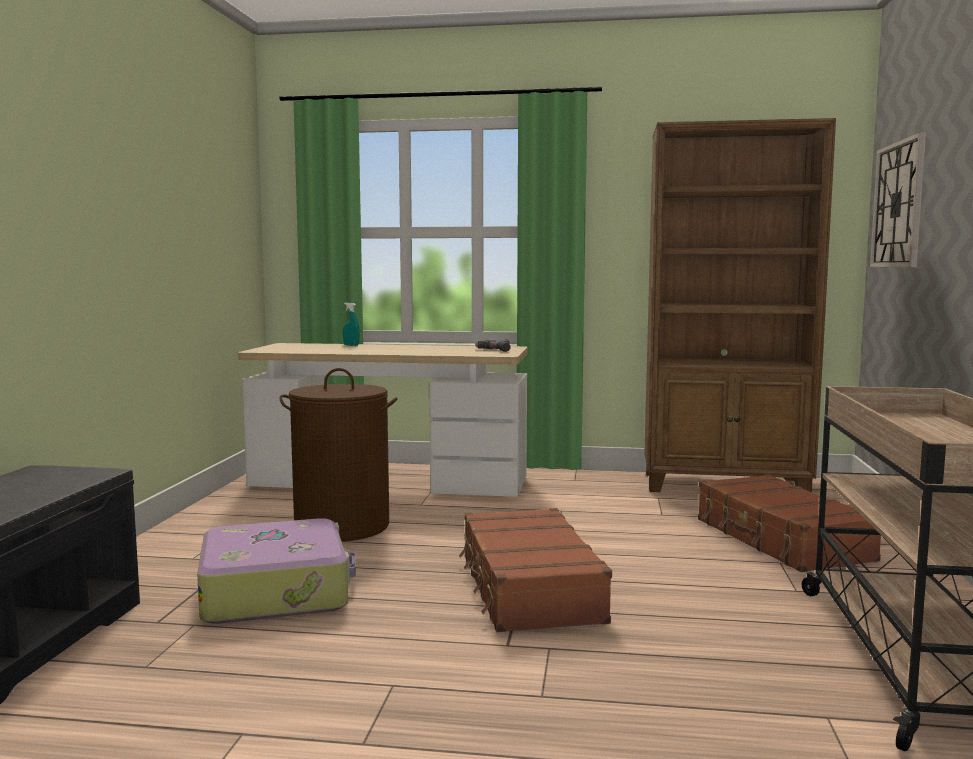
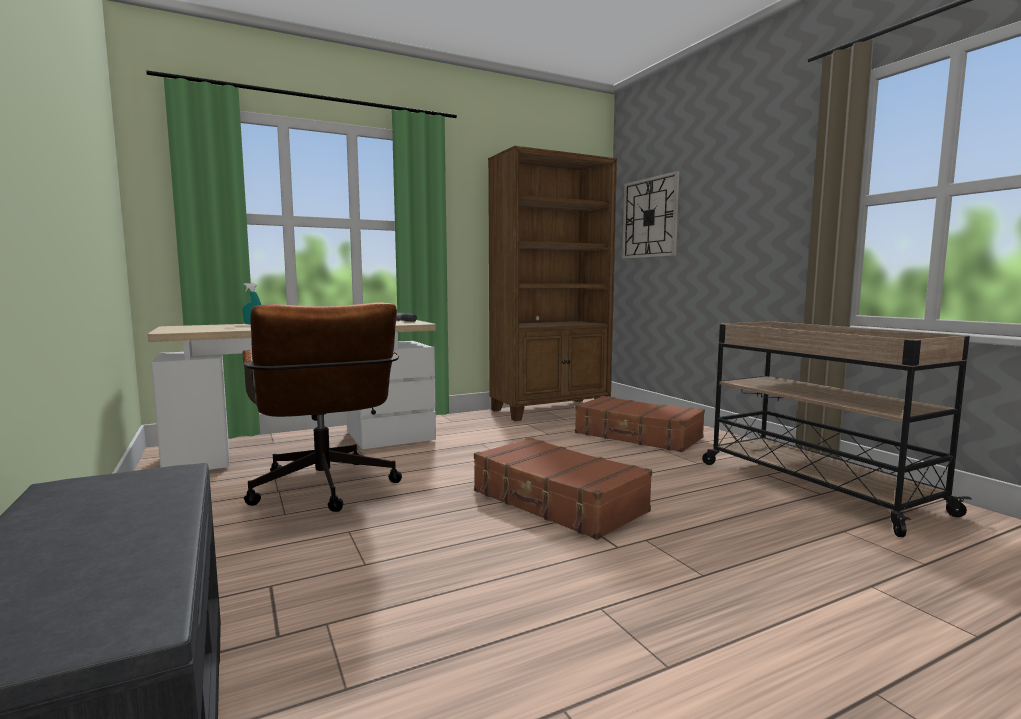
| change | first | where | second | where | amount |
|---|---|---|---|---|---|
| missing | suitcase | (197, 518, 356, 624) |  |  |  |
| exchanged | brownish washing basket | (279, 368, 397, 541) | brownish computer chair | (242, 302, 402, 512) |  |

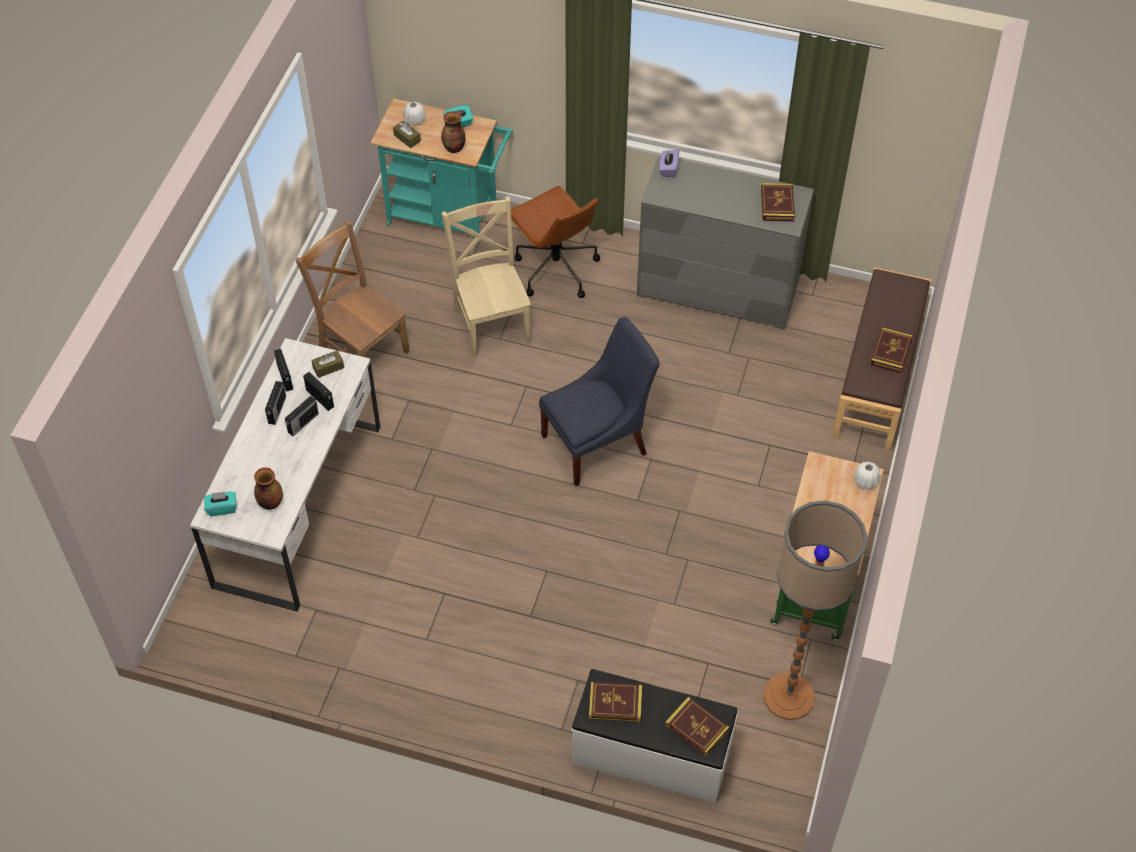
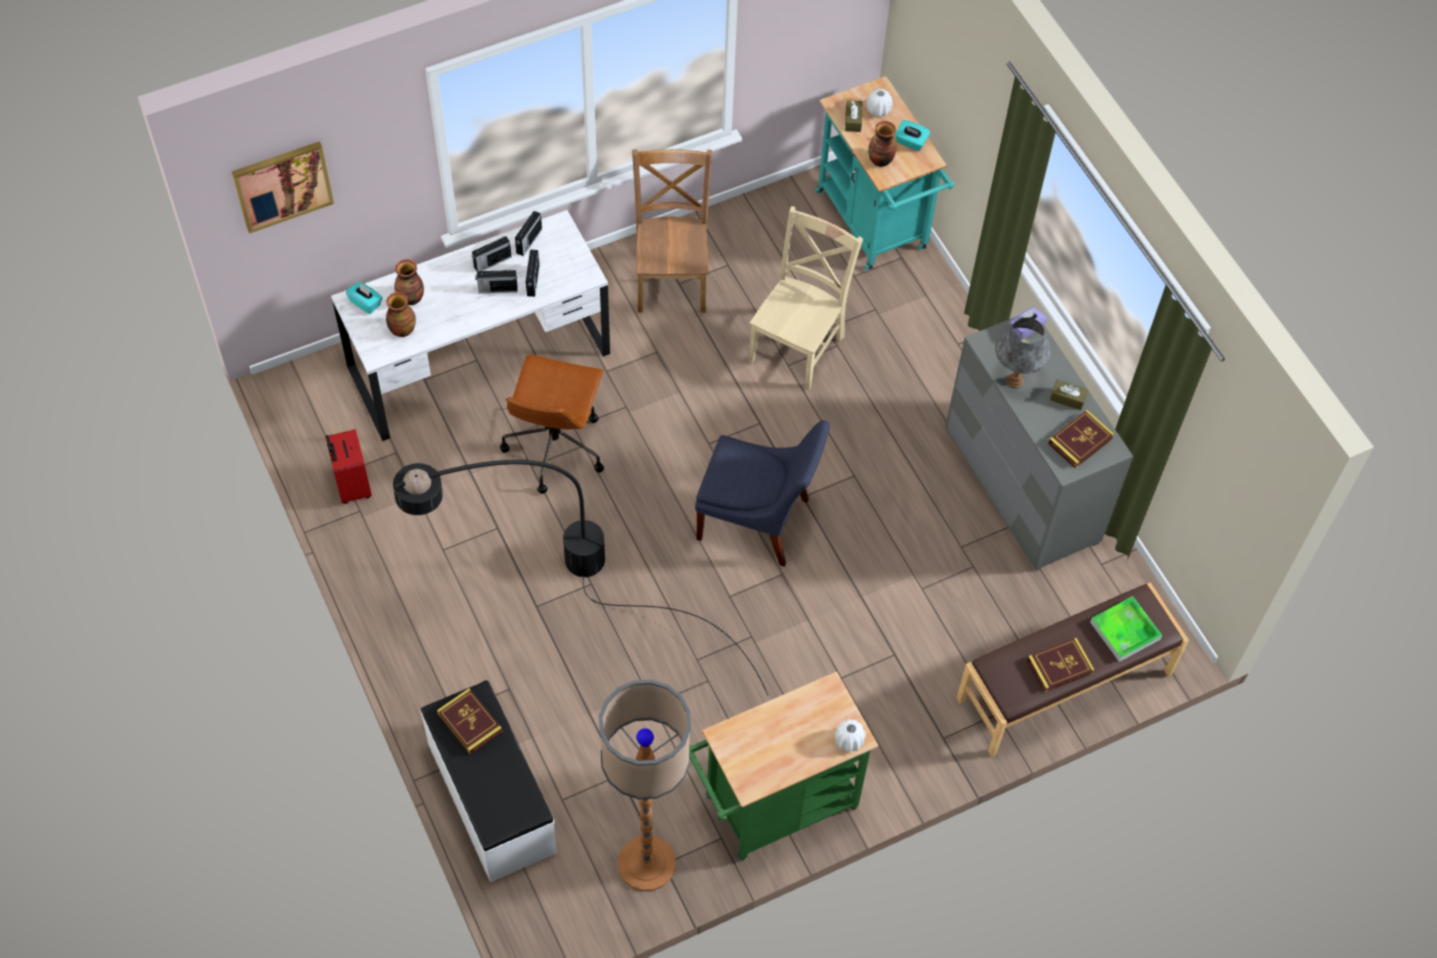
| change | first | where | second | where | amount |
|---|---|---|---|---|---|
| missing | book | (665, 697, 729, 757) |  |  |  |
| appeared |  |  | wall picture | (232, 141, 334, 234) |  |
| appeared |  |  | red suitcase | (325, 429, 372, 504) |  |
| appeared |  |  | black-coloured standing lamp | (393, 460, 768, 696) |  |
| appeared |  |  | decorative vase | (394, 259, 424, 305) |  |
| appeared |  |  | gray tabletop lamp | (995, 318, 1051, 388) |  |
| appeared |  |  | serving tray | (1090, 596, 1162, 662) |  |
| relocated | brownish box of tissues | (311, 350, 344, 378) |  | (1050, 379, 1088, 410) |  |
| relocated | brownish computer chair | (505, 186, 600, 298) |  | (500, 354, 604, 494) |  |

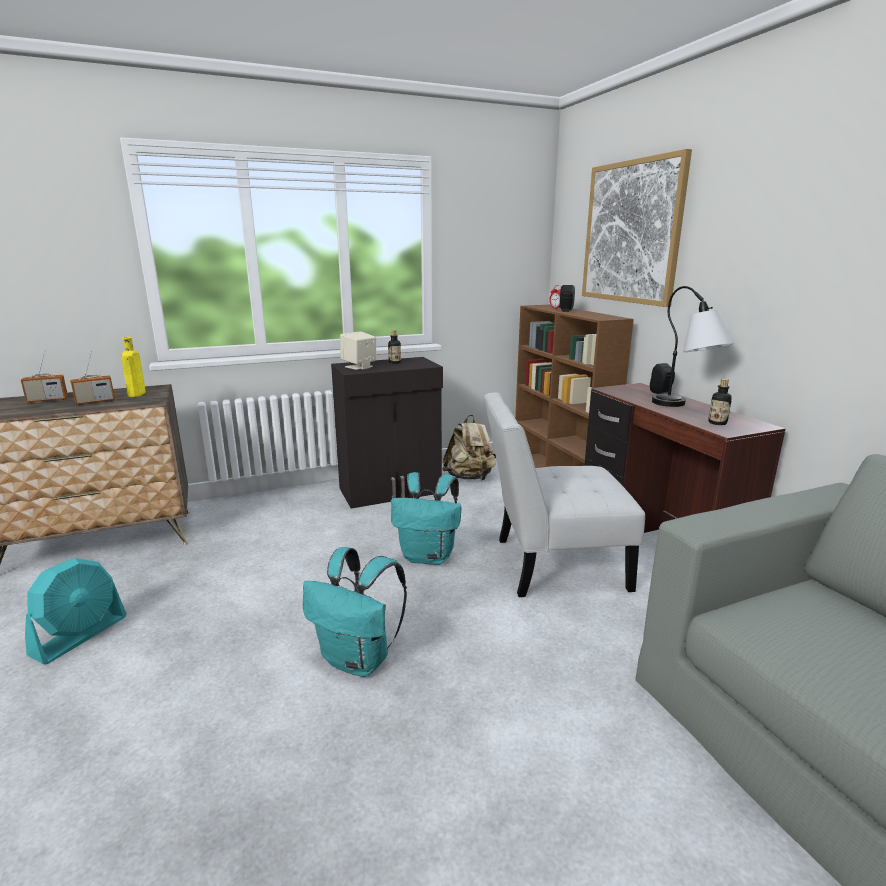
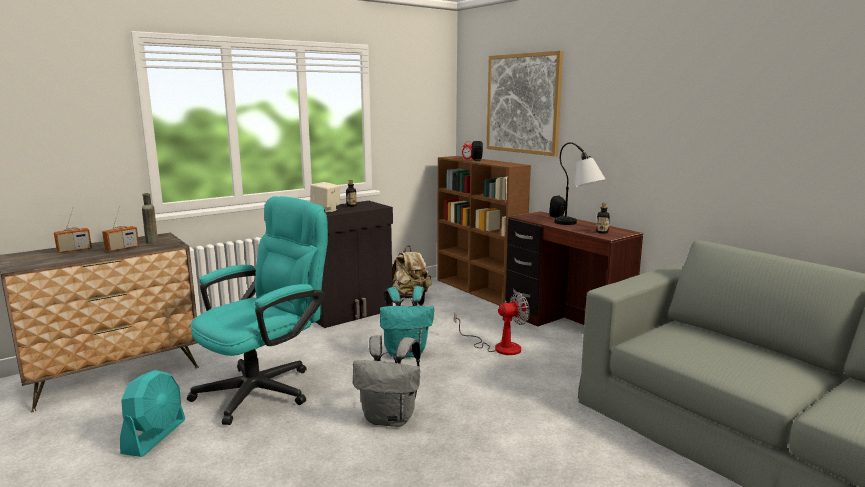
| change | first | where | second | where | amount |
|---|---|---|---|---|---|
| appeared |  |  | turquoise-coloured computer chair | (187, 196, 328, 425) |  |
| exchanged | white plain chair | (484, 392, 645, 597) | cooling fan | (454, 292, 529, 355) |  |
| colour | yellowish drink bottle | (121, 337, 146, 397) | brownish drink bottle | (142, 193, 158, 244) |  |
| colour | turquoise-coloured backpack | (303, 547, 407, 677) | gray backpack | (353, 335, 421, 427) |  |

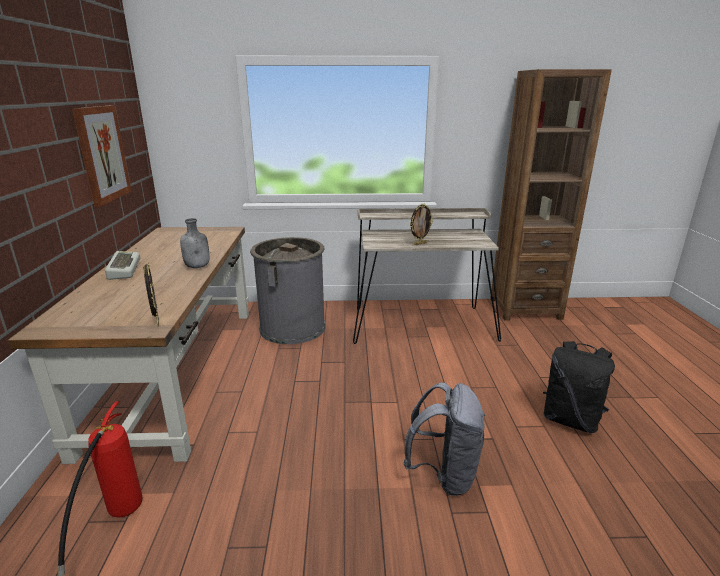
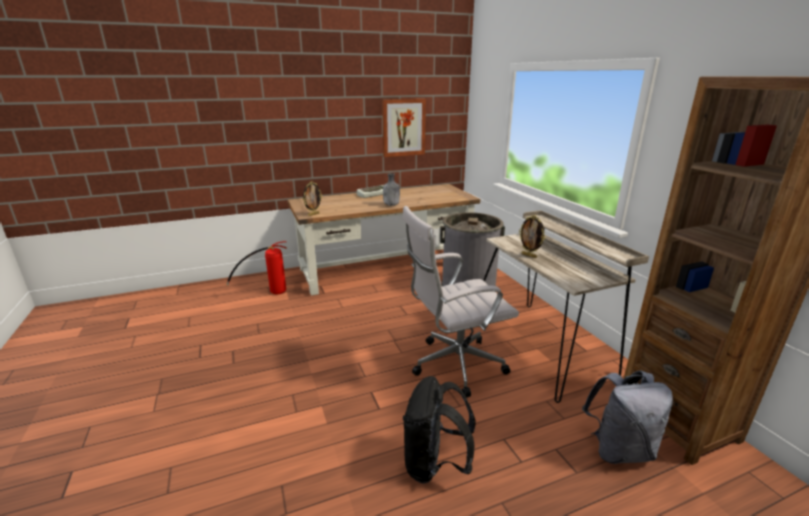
| change | first | where | second | where | amount |
|---|---|---|---|---|---|
| appeared |  |  | white computer chair | (402, 206, 519, 398) |  |
| relocated | gray backpack | (403, 383, 486, 496) |  | (582, 370, 673, 464) |  |

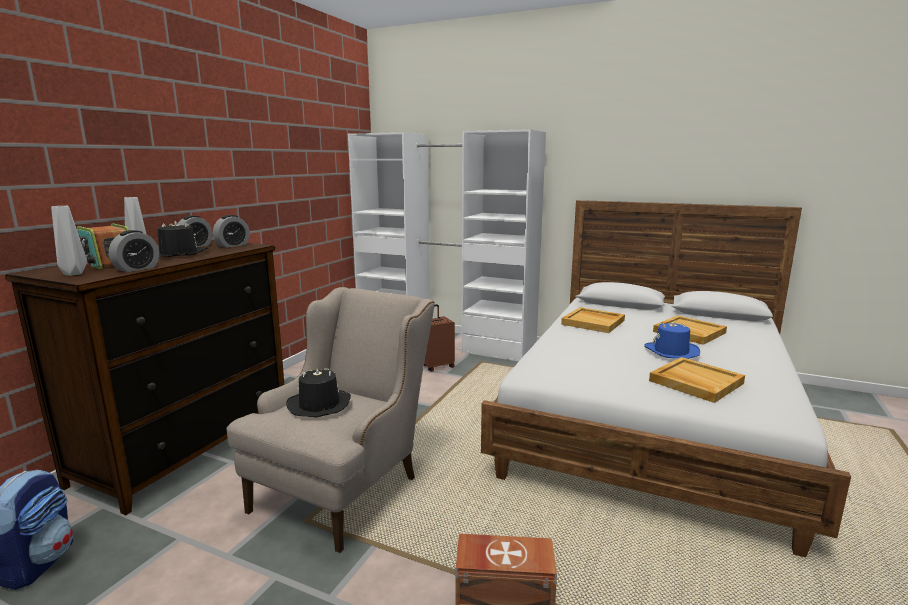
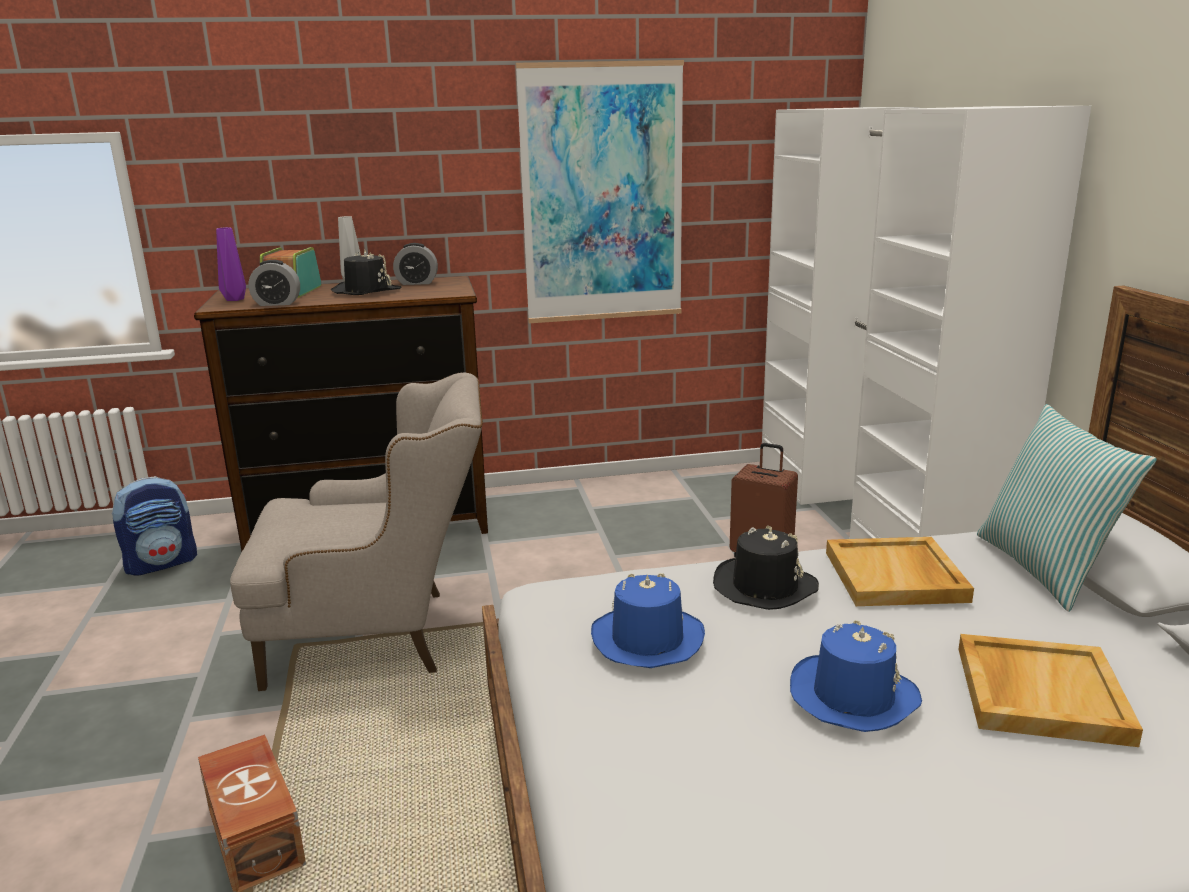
| change | first | where | second | where | amount |
|---|---|---|---|---|---|
| missing | alarm clock | (213, 215, 250, 248) |  |  |  |
| missing | beige-coloured serving tray | (649, 357, 745, 403) |  |  |  |
| appeared |  |  | wall picture | (516, 60, 684, 323) |  |
| appeared |  |  | blue-coloured clothing hat | (591, 573, 705, 668) |  |
| appeared |  |  | throw pillow | (977, 404, 1157, 612) |  |
| relocated | black-coloured clothing hat | (286, 368, 351, 417) |  | (713, 526, 819, 610) |  |
| colour | gray decorative vase | (51, 206, 87, 276) | purple decorative vase | (216, 227, 246, 301) |  |

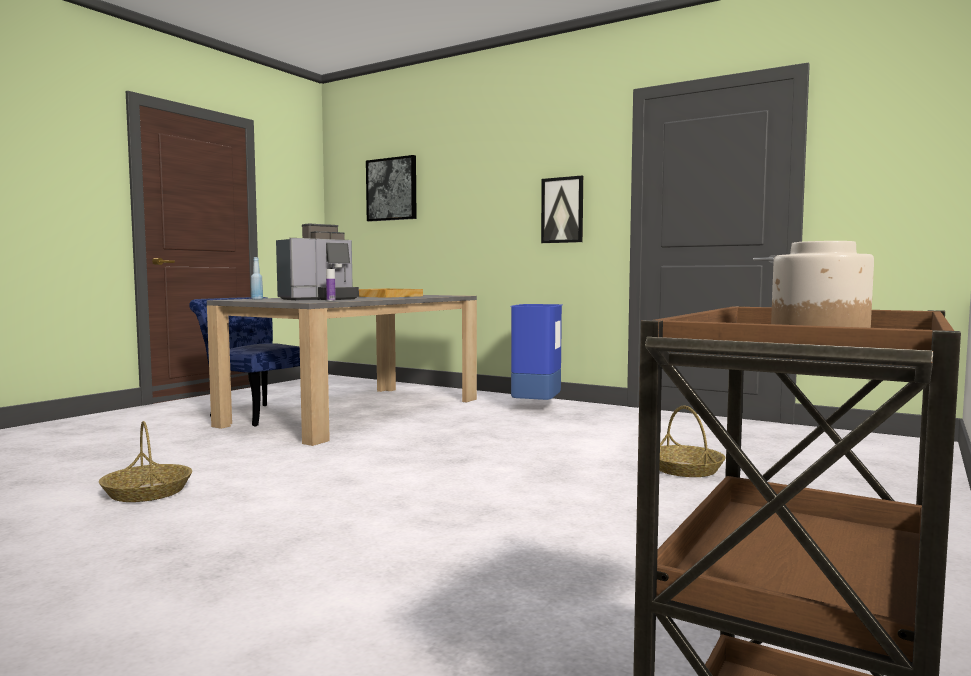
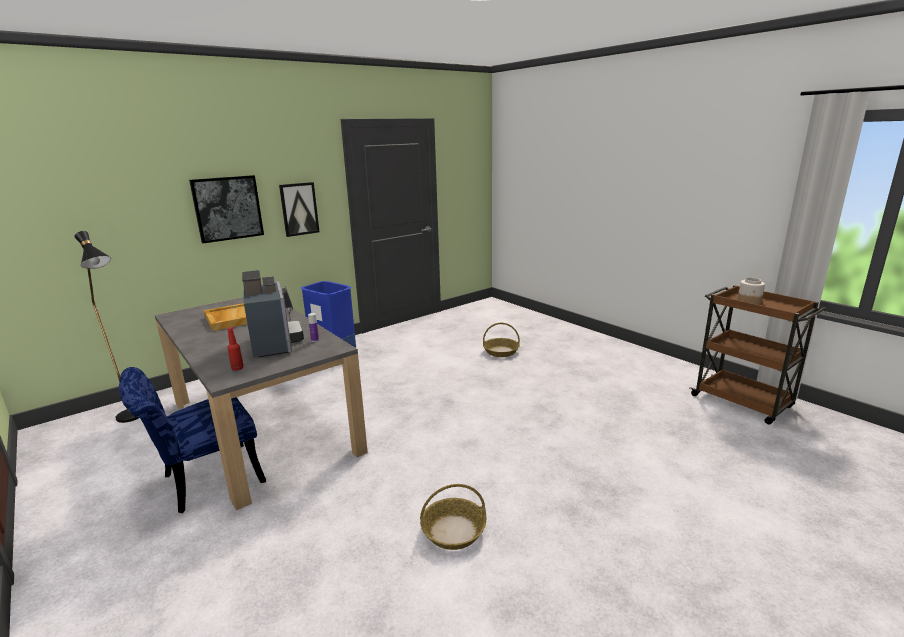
| change | first | where | second | where | amount |
|---|---|---|---|---|---|
| appeared |  |  | black-coloured standing lamp | (74, 231, 139, 423) |  |
| relocated | wall picture | (366, 155, 417, 222) |  | (189, 175, 264, 243) |  |
| colour | blue-coloured drink bottle | (251, 257, 263, 300) | red drink bottle | (227, 327, 244, 371) |  |

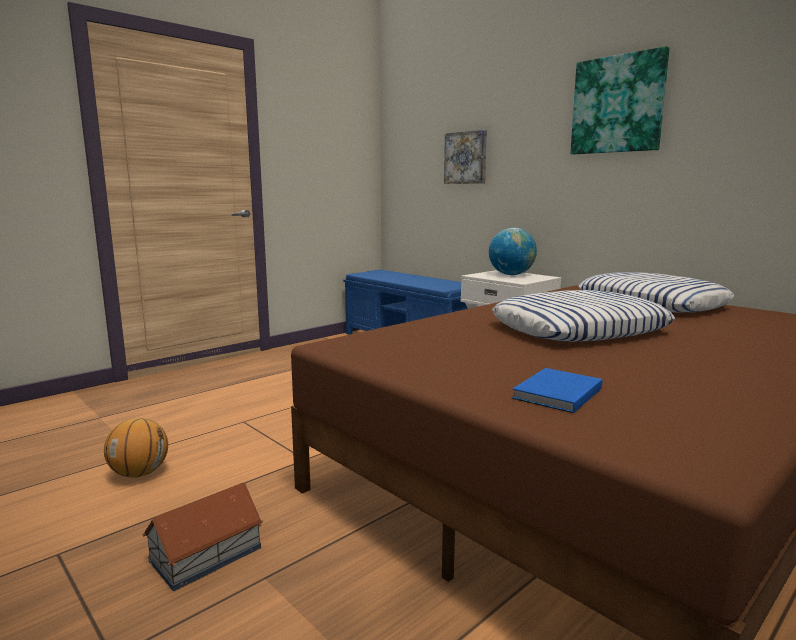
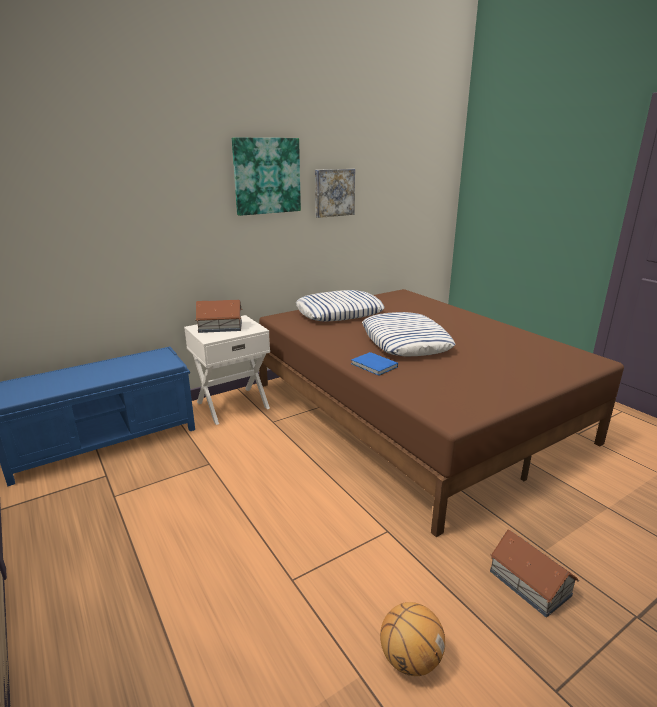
| change | first | where | second | where | amount |
|---|---|---|---|---|---|
| relocated | wall picture | (444, 130, 487, 184) |  | (315, 169, 355, 218) |  |
| relocated | blue-coloured book | (512, 368, 602, 413) |  | (351, 352, 398, 376) |  |
| exchanged | desk globe | (489, 228, 537, 275) | model house | (195, 300, 242, 333) |  |

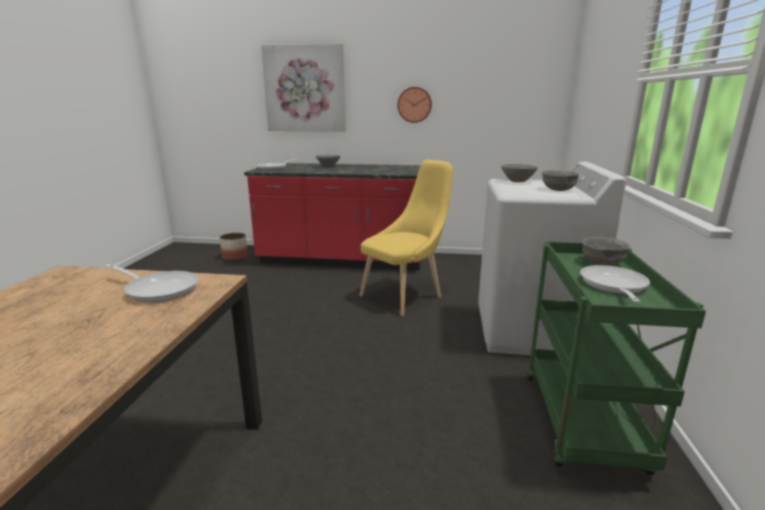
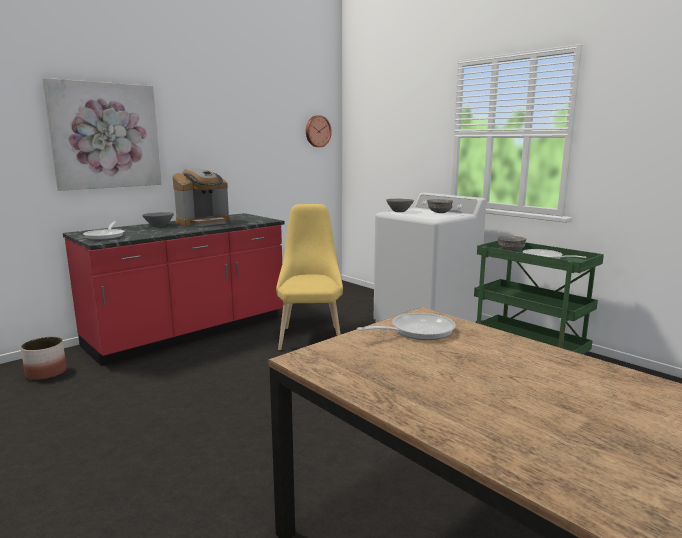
| change | first | where | second | where | amount |
|---|---|---|---|---|---|
| appeared |  |  | coffee maker | (172, 168, 230, 226) |  |
| relocated | wall clock | (397, 87, 432, 123) |  | (306, 115, 332, 147) |  |

